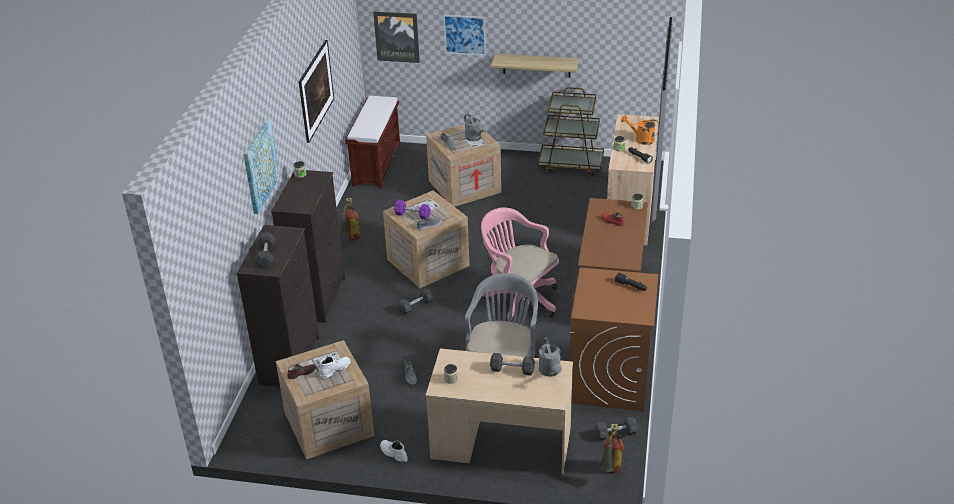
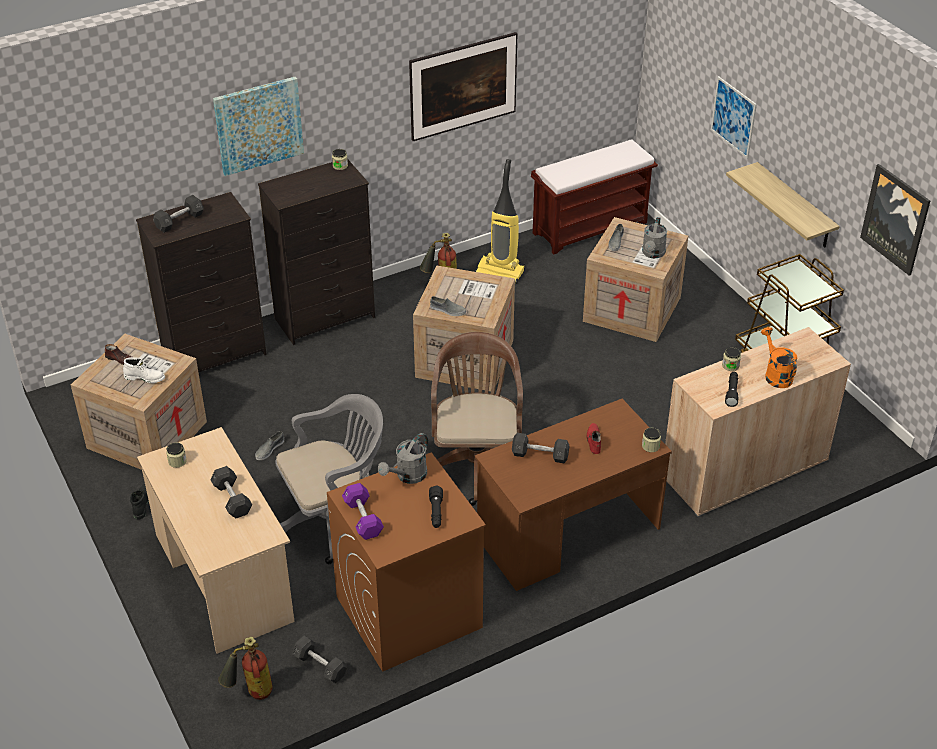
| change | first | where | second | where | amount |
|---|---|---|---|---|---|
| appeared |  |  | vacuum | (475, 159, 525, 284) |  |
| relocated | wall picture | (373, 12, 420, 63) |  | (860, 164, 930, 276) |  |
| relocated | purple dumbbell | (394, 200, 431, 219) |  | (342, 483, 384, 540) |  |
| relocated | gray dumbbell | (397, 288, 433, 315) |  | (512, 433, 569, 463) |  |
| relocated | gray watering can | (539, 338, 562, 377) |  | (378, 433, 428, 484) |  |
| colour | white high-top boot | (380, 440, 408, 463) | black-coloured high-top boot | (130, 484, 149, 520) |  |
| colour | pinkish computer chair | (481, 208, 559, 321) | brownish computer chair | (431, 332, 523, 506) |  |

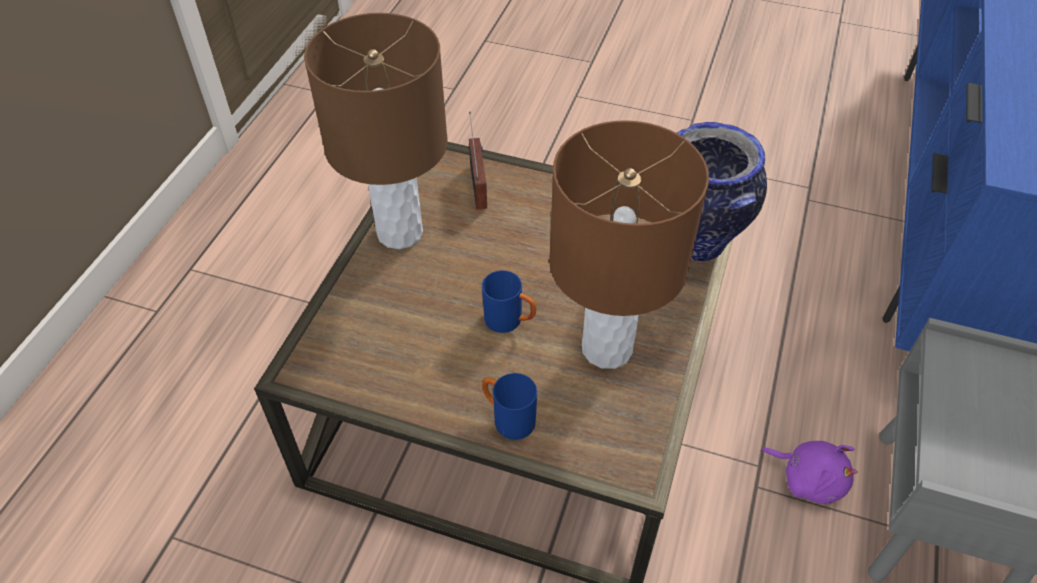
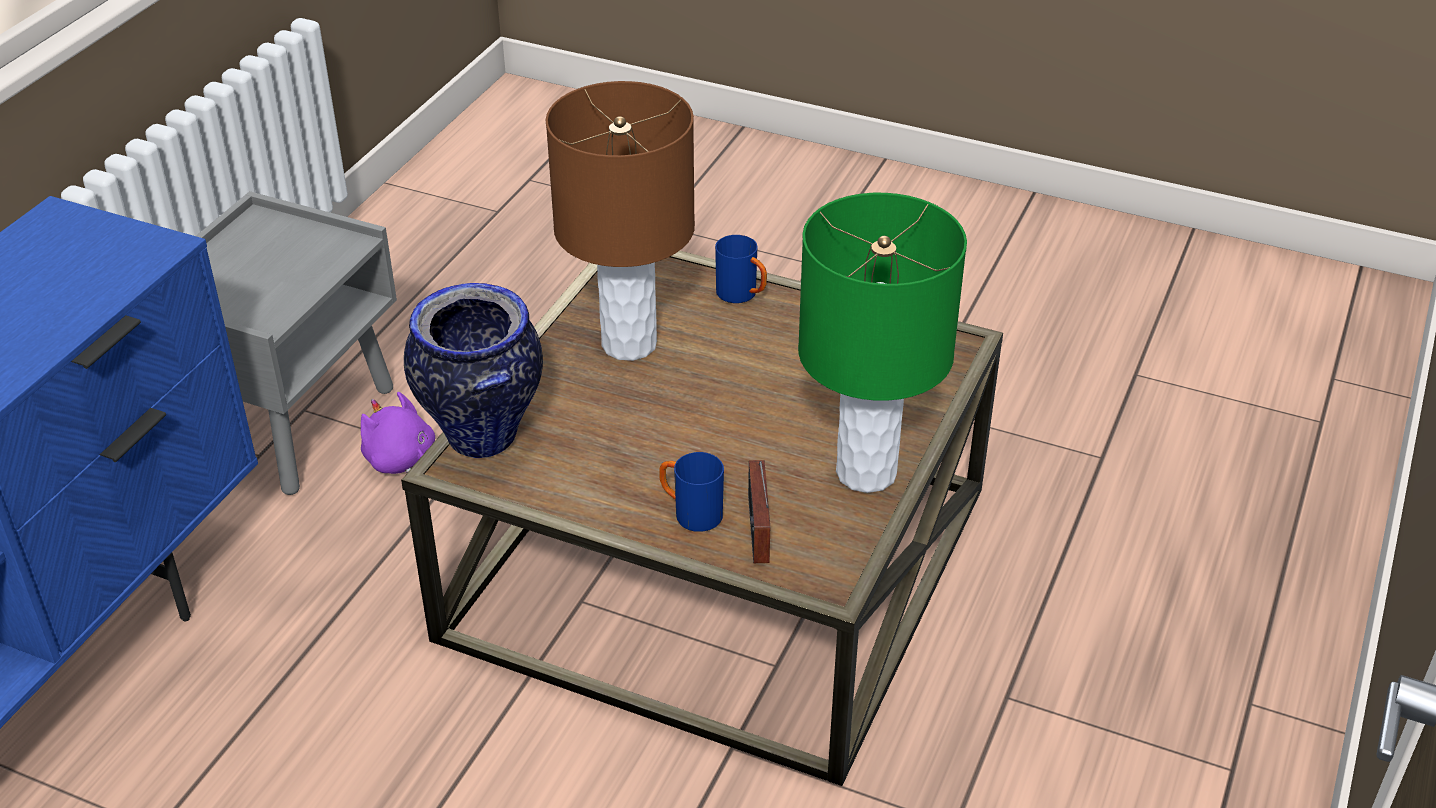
| change | first | where | second | where | amount |
|---|---|---|---|---|---|
| relocated | blue-coloured mug | (482, 270, 536, 333) |  | (659, 452, 724, 532) |  |
| colour | brownish tabletop lamp | (304, 13, 448, 249) | green tabletop lamp | (798, 193, 967, 493) |  |

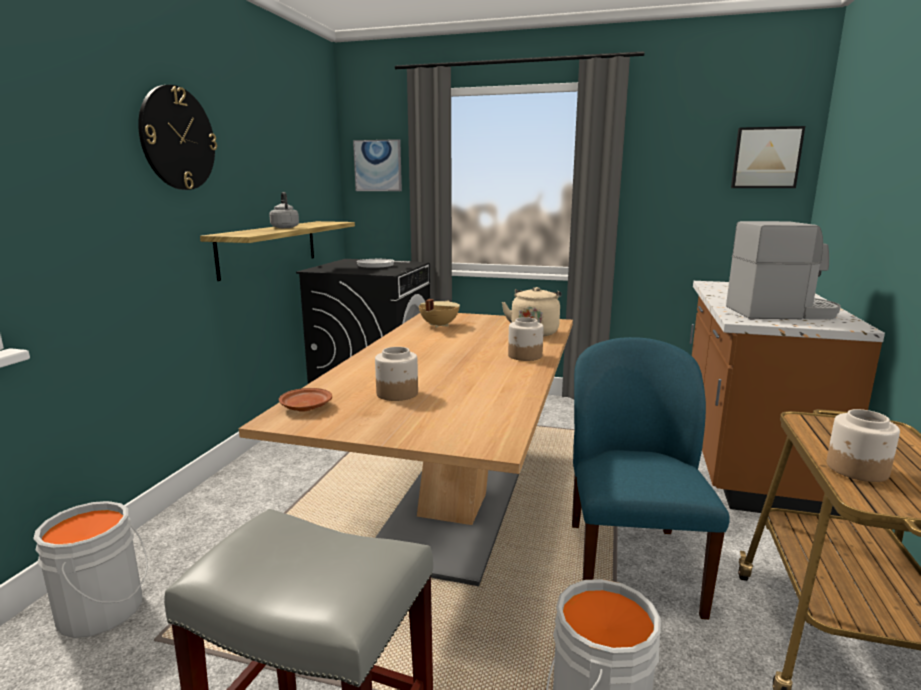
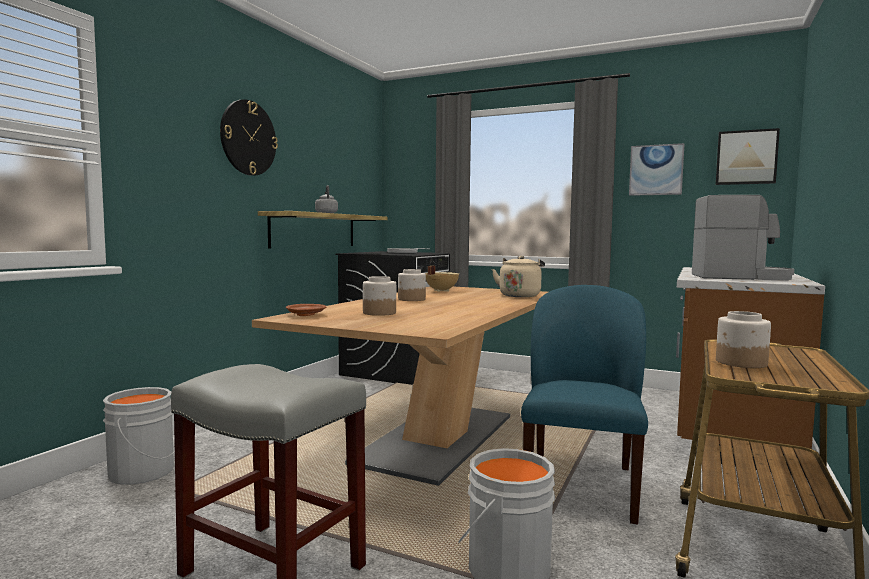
| change | first | where | second | where | amount |
|---|---|---|---|---|---|
| relocated | wall picture | (353, 139, 402, 191) |  | (629, 143, 684, 196) |  |
| relocated | preserve jar | (508, 317, 544, 361) |  | (398, 269, 426, 301) |  |

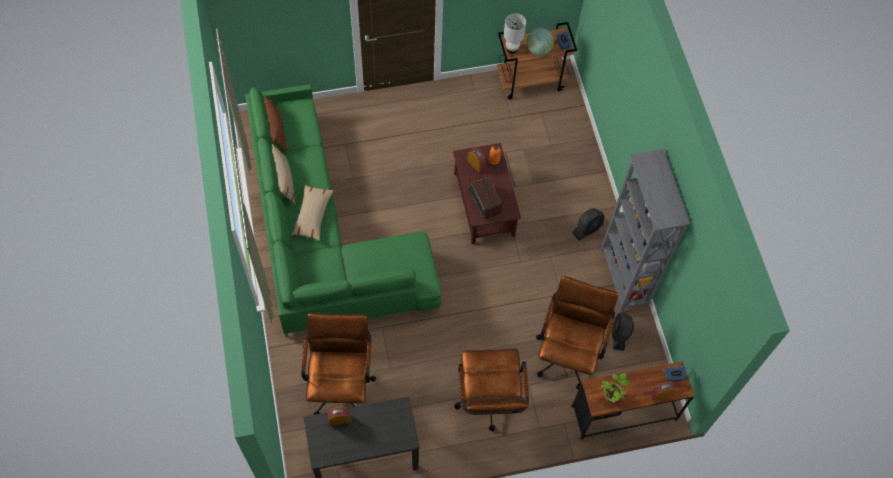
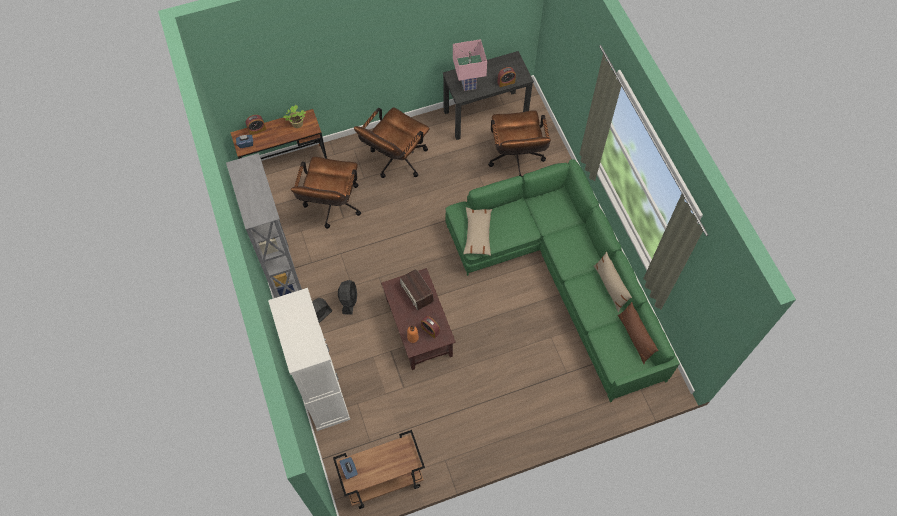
| change | first | where | second | where | amount |
|---|---|---|---|---|---|
| missing | white tabletop lamp | (504, 13, 526, 54) |  |  |  |
| missing | desk globe | (527, 28, 554, 56) |  |  |  |
| appeared |  |  | white cupboard | (268, 288, 350, 431) |  |
| appeared |  |  | pinkish tabletop lamp | (453, 39, 487, 91) |  |
| relocated | beige-coloured throw pillow | (291, 185, 334, 241) |  | (463, 207, 492, 256) |  |
| relocated | black-coloured cooling fan | (611, 312, 634, 351) |  | (338, 280, 357, 315) |  |
| spun | brownish computer chair | (454, 349, 529, 431) |  | (354, 108, 429, 178) | 135 degrees counterclockwise |

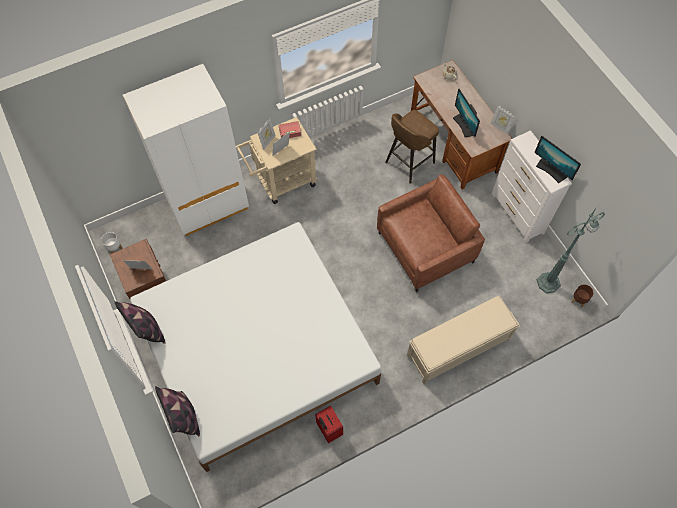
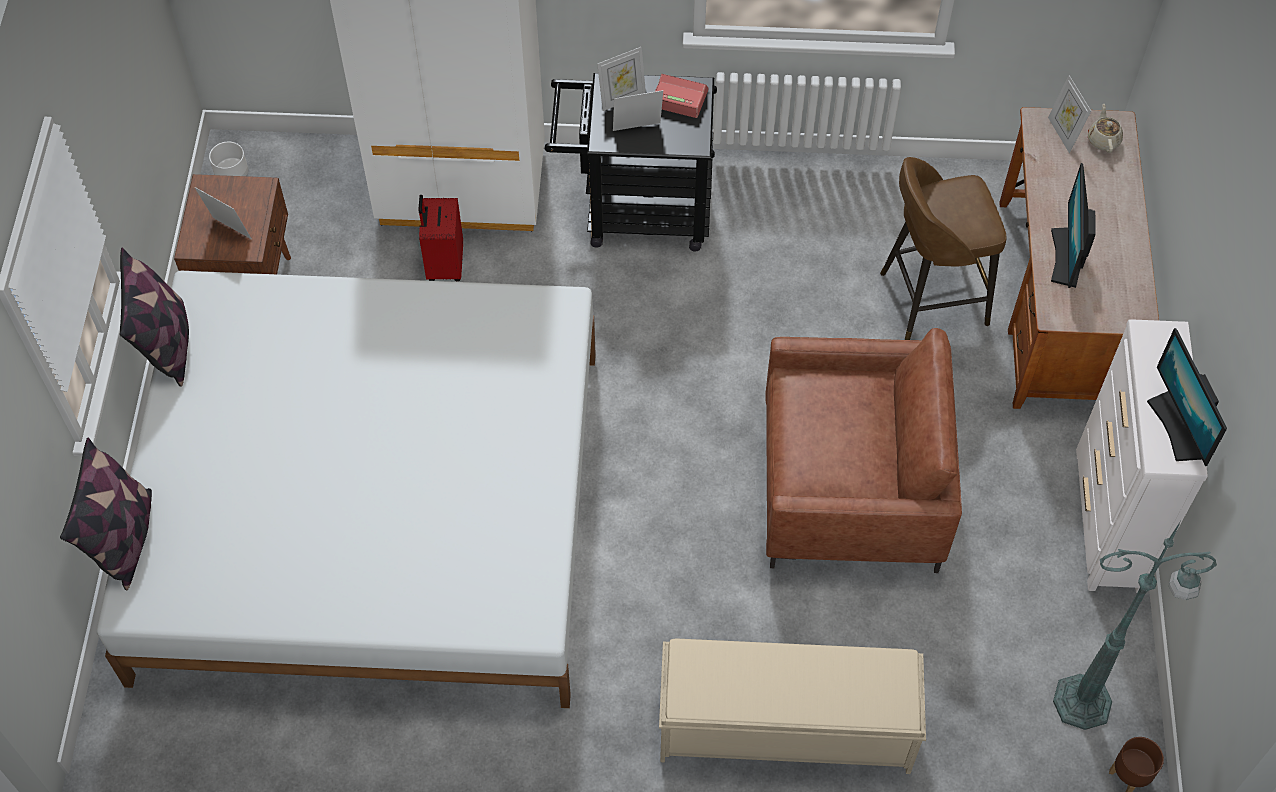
| change | first | where | second | where | amount |
|---|---|---|---|---|---|
| relocated | red suitcase | (315, 406, 343, 443) |  | (419, 195, 463, 281) |  |
| relocated | photo frame | (491, 105, 515, 134) |  | (1048, 75, 1091, 153) |  |
| colour | beige-coloured wheeled cart | (236, 117, 317, 204) | black-coloured wheeled cart | (545, 73, 717, 252) |  |

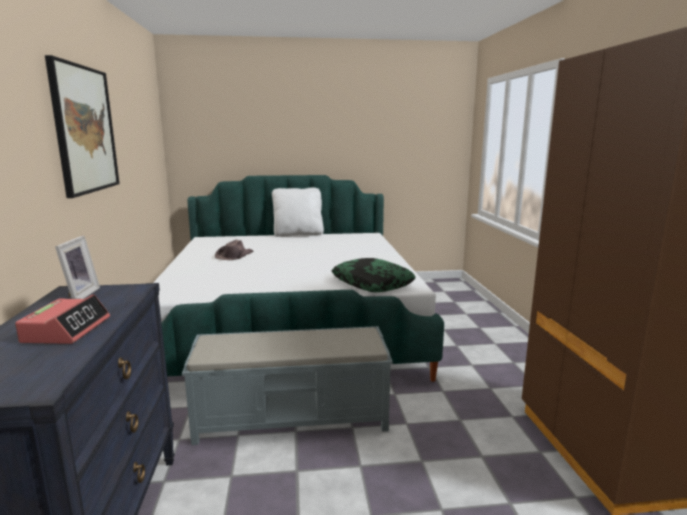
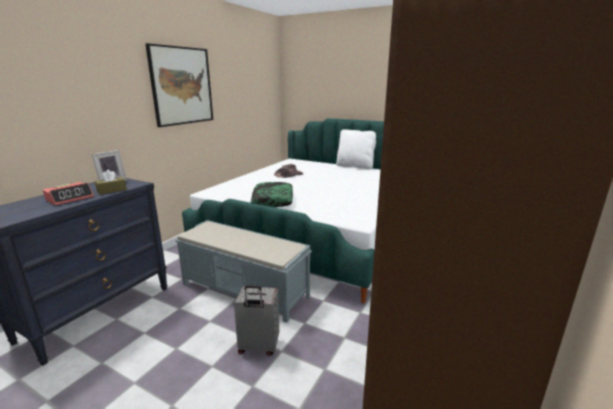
| change | first | where | second | where | amount |
|---|---|---|---|---|---|
| appeared |  |  | brownish box of tissues | (95, 170, 127, 194) |  |
| appeared |  |  | gray suitcase | (234, 285, 279, 356) |  |
| relocated | throw pillow | (332, 258, 416, 292) |  | (251, 182, 293, 207) |  |

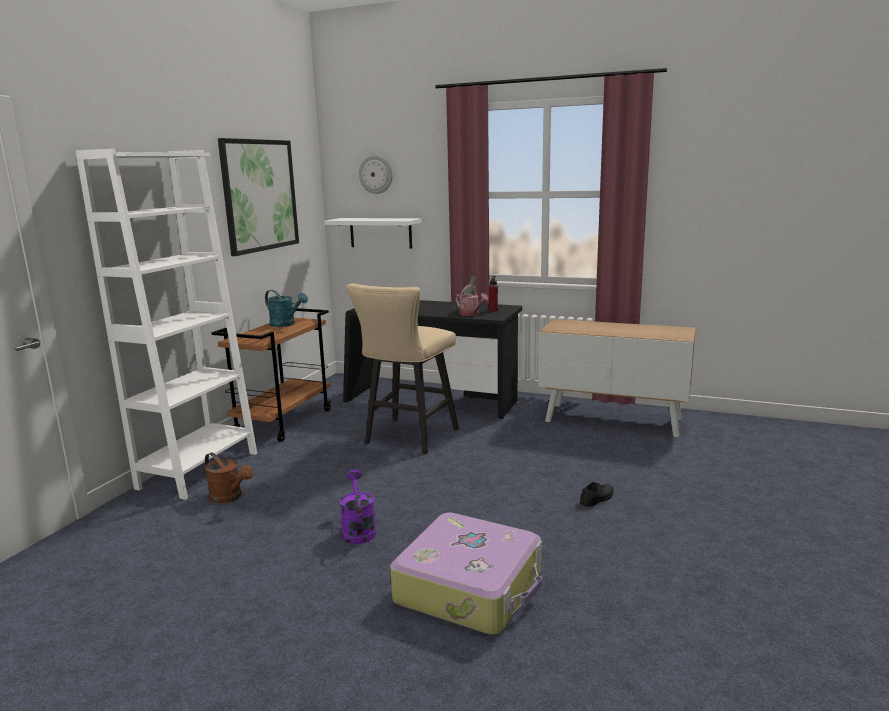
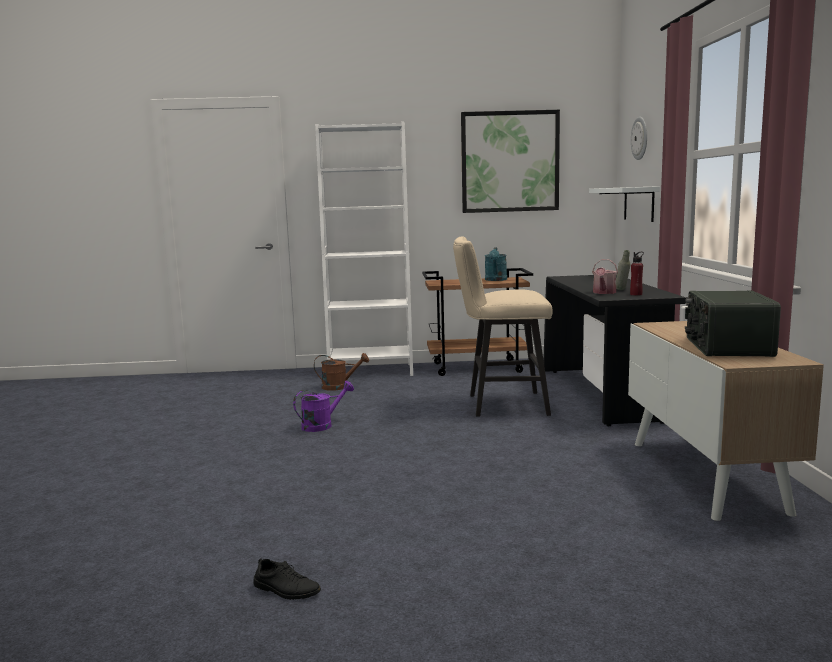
| change | first | where | second | where | amount |
|---|---|---|---|---|---|
| missing | suitcase | (390, 513, 542, 635) |  |  |  |
| appeared |  |  | radio receiver | (685, 290, 781, 357) |  |
| relocated | black-coloured item of footwear | (580, 482, 614, 507) |  | (253, 558, 321, 600) |  |
| spun | brownish watering can | (205, 452, 254, 504) |  | (314, 353, 369, 391) | 105 degrees counterclockwise |

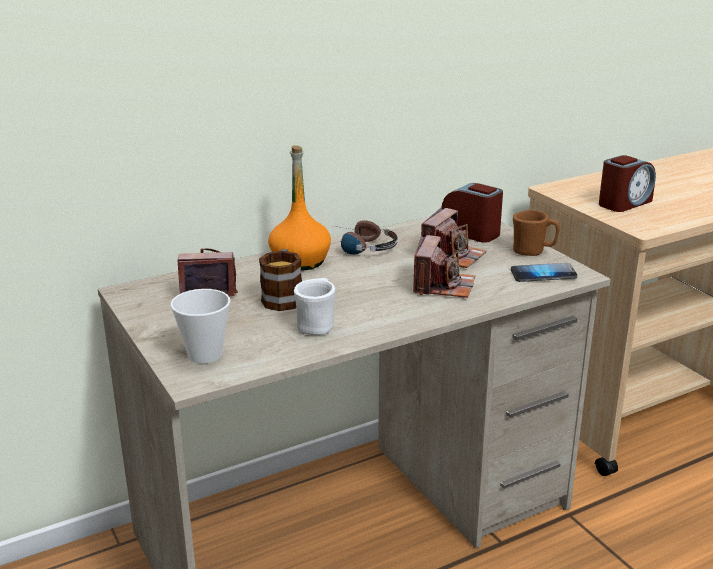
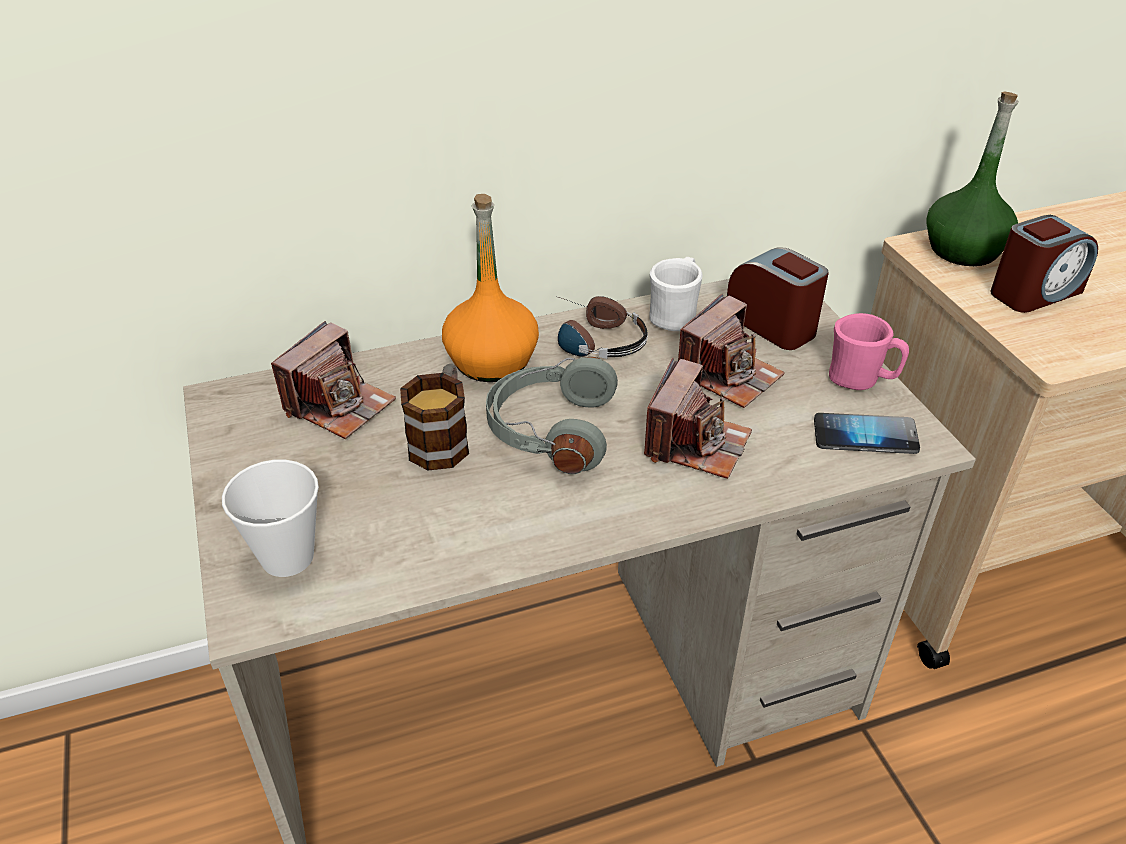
| change | first | where | second | where | amount |
|---|---|---|---|---|---|
| appeared |  |  | gray pair of headphones | (486, 357, 618, 474) |  |
| appeared |  |  | green drink bottle | (926, 92, 1019, 266) |  |
| relocated | white mug | (294, 278, 335, 335) |  | (649, 257, 702, 331) |  |
| colour | brownish mug | (513, 210, 560, 256) | pinkish mug | (829, 313, 909, 390) |  |
| spun | still camera | (178, 248, 238, 297) |  | (271, 321, 396, 439) | 120 degrees clockwise |

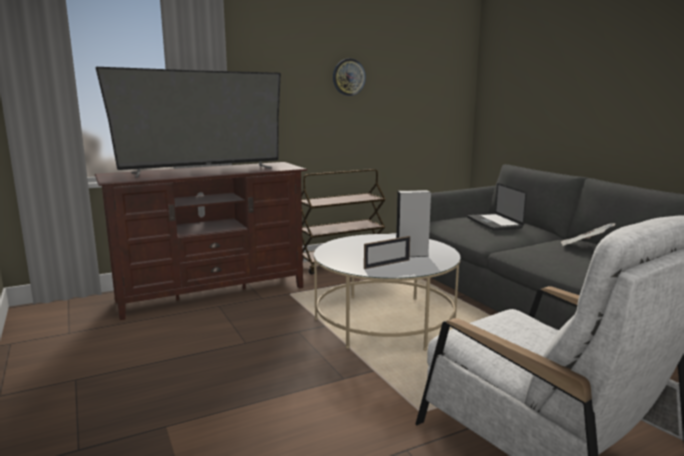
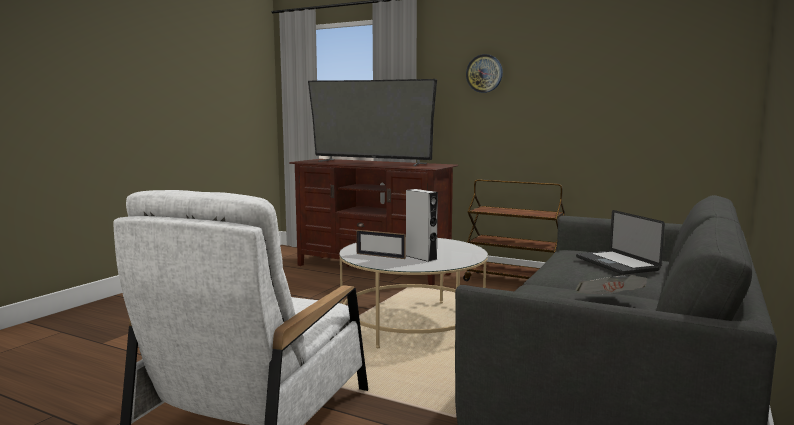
| change | first | where | second | where | amount |
|---|---|---|---|---|---|
| relocated | wall clock | (333, 59, 366, 96) |  | (466, 54, 503, 93) |  |
| spun | portable computer | (467, 183, 527, 230) |  | (576, 210, 665, 275) | 60 degrees counterclockwise |

